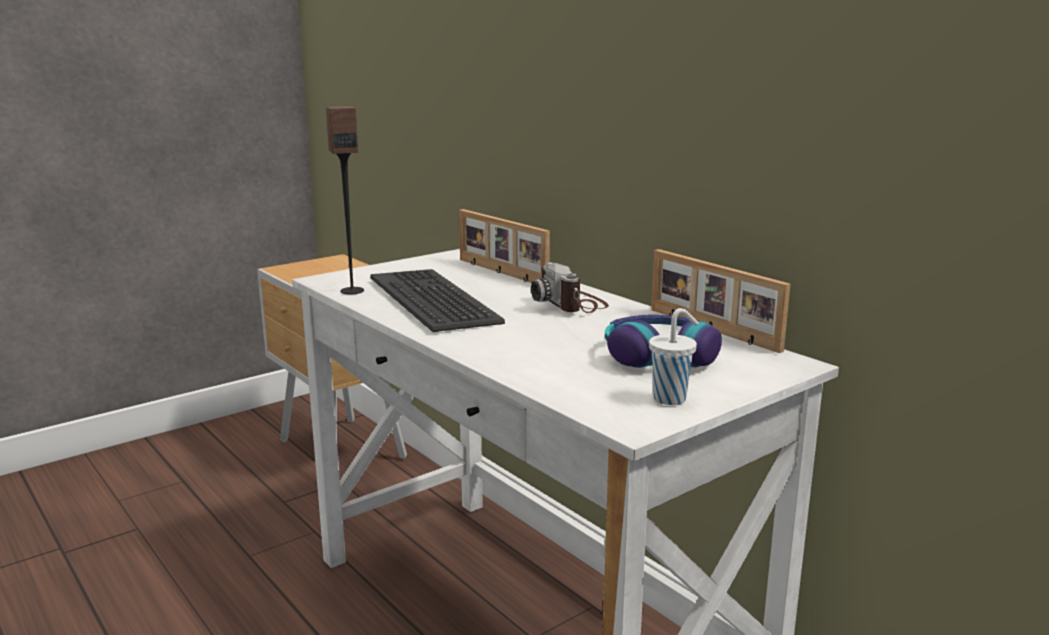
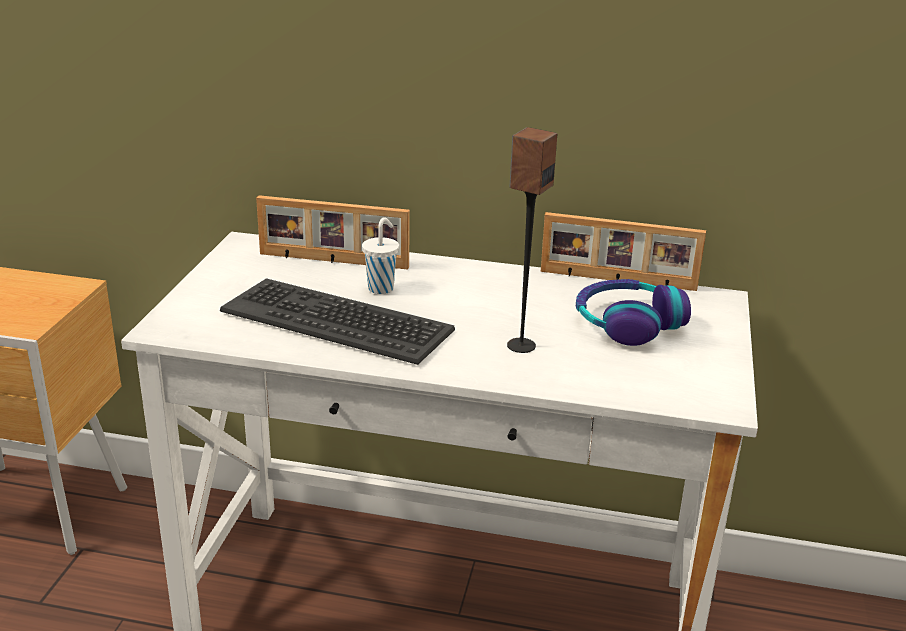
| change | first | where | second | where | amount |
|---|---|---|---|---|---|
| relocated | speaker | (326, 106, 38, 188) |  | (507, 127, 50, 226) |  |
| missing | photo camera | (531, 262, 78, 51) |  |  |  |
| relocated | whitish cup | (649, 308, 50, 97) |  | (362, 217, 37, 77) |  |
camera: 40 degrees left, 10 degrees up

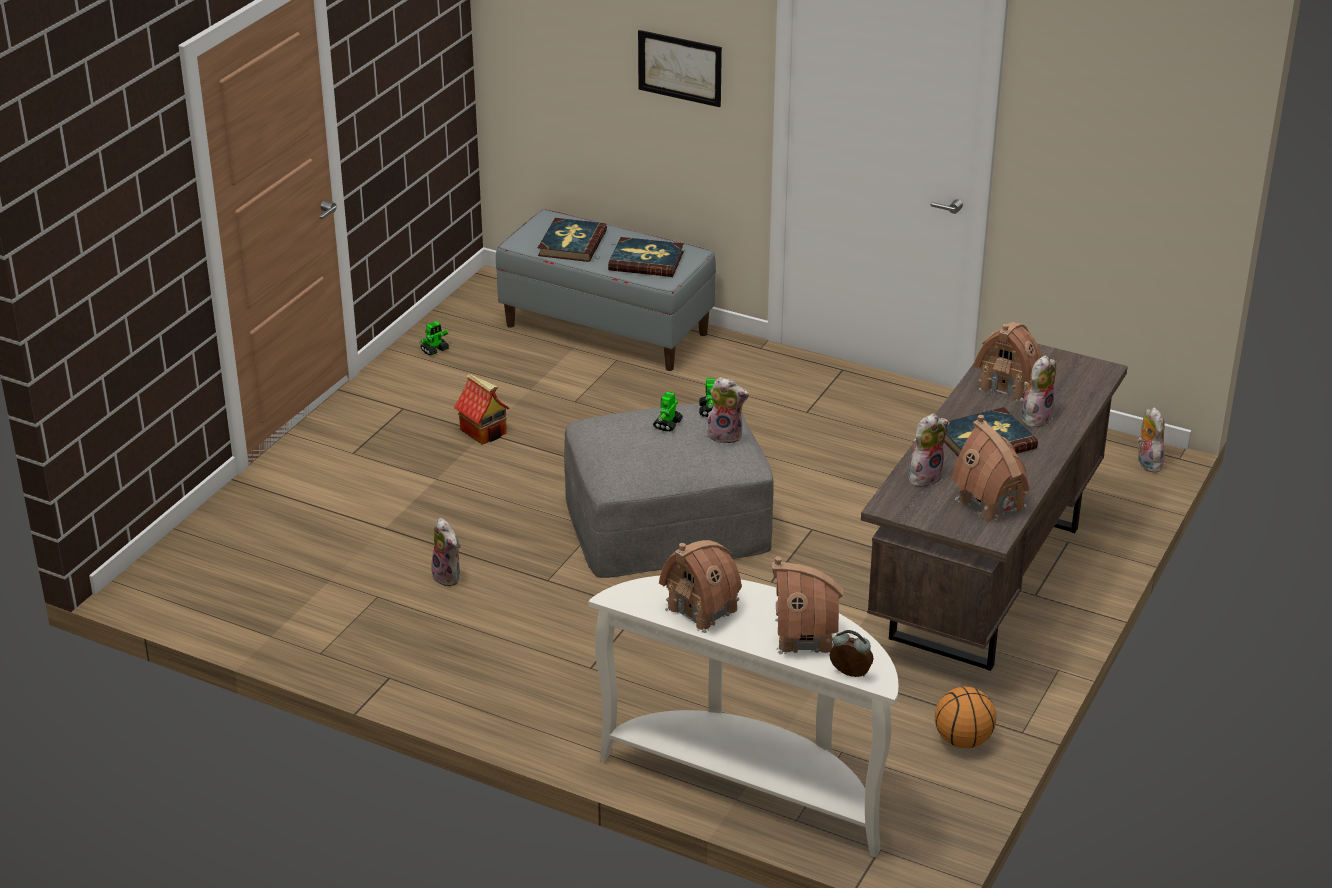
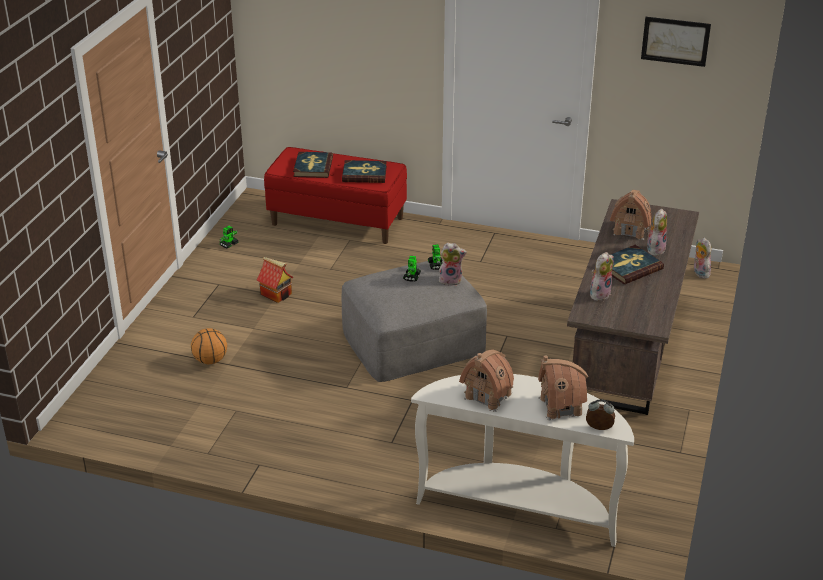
| change | first | where | second | where | amount |
|---|---|---|---|---|---|
| relocated | wall art | (638, 30, 84, 77) |  | (641, 17, 70, 50) |  |
| colour | greyish indoor bench | (496, 209, 220, 162) | red indoor bench | (264, 147, 143, 97) |  |
| missing | model house | (951, 415, 78, 108) |  |  |  |
| missing | cuddly toy | (431, 518, 30, 68) |  |  |  |
| relocated | basketball | (935, 687, 61, 61) |  | (191, 328, 36, 36) |  |
camera: 10 degrees left, 0 degrees up

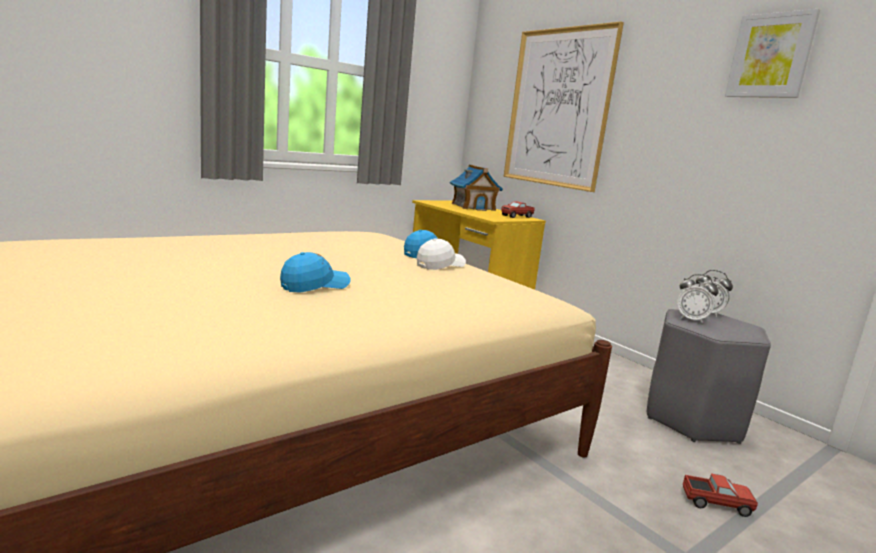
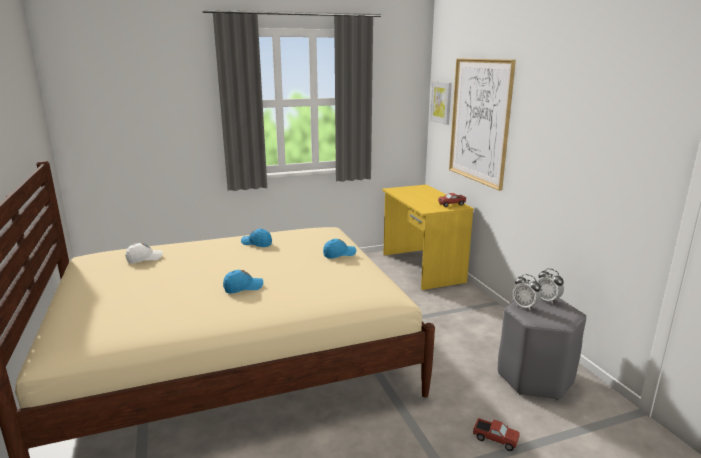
| change | first | where | second | where | amount |
|---|---|---|---|---|---|
| relocated | wall art | (725, 9, 95, 89) |  | (430, 81, 22, 44) |  |
| missing | model house | (450, 165, 53, 46) |  |  |  |
| relocated | whitish cap | (417, 238, 49, 32) |  | (125, 243, 37, 21) |  |
| appeared |  |  | blue-coloured cap | (241, 229, 31, 18) |  |
camera: 20 degrees right, 5 degrees up

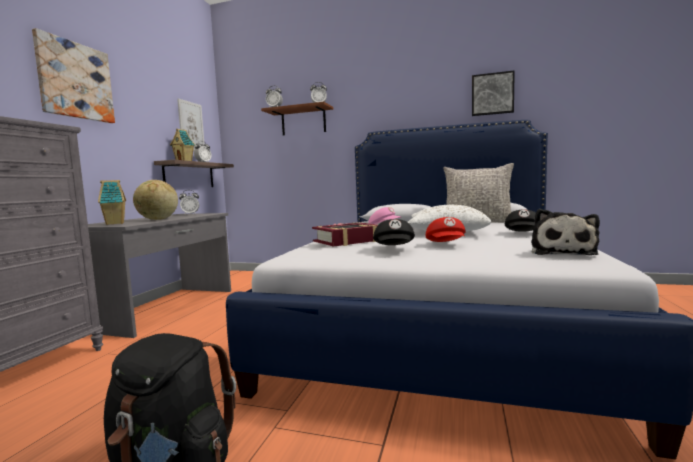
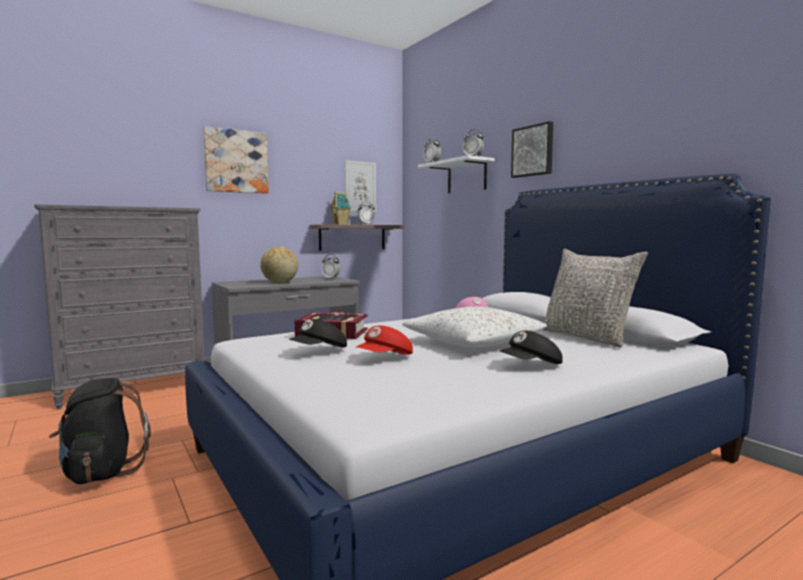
| change | first | where | second | where | amount |
|---|---|---|---|---|---|
| relocated | wall art | (472, 70, 43, 46) |  | (511, 121, 42, 57) |  |
| colour | brownish shelf | (261, 102, 72, 33) | whitish shelf | (418, 155, 77, 38) |  |
| missing | model house | (98, 180, 28, 45) |  |  |  |
| missing | cuddly toy | (531, 209, 69, 46) |  |  |  |
camera: 40 degrees right, 0 degrees up

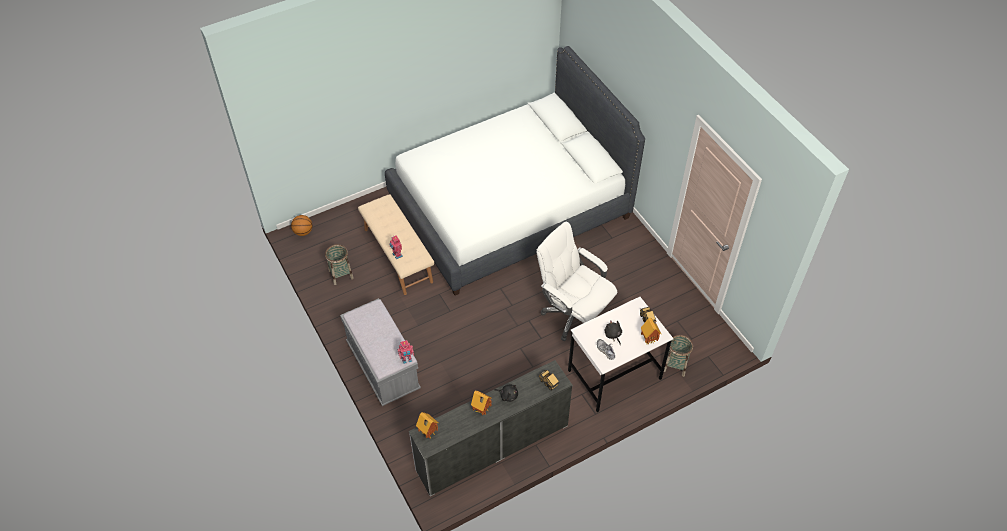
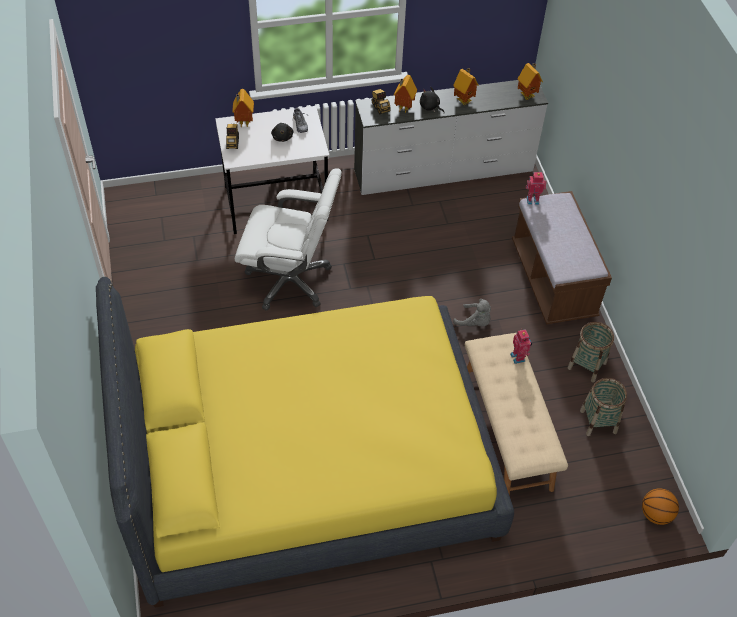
| change | first | where | second | where | amount |
|---|---|---|---|---|---|
| colour | whitish bedroom bed | (385, 46, 260, 250) | yellow bedroom bed | (96, 277, 418, 331) |  |
| spun | whitish computer chair | (536, 221, 81, 120) |  | (235, 168, 107, 143) | 45 degrees counterclockwise |
| colour | greyish indoor bench | (340, 298, 81, 108) | brownish indoor bench | (512, 191, 100, 133) |  |
| relocated | household basket | (664, 335, 29, 42) |  | (567, 322, 47, 61) |  |
| appeared |  |  | model house | (394, 75, 23, 38) |  |
| appeared |  |  | greyish cuddly toy | (453, 299, 38, 27) |  |
camera: 165 degrees left, 0 degrees up

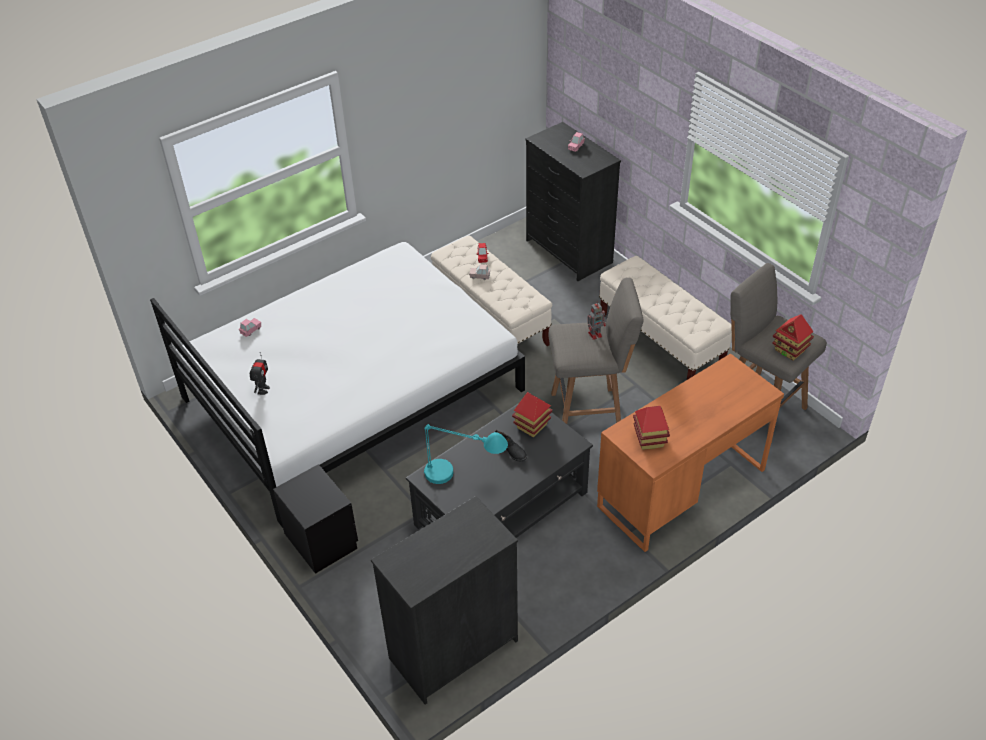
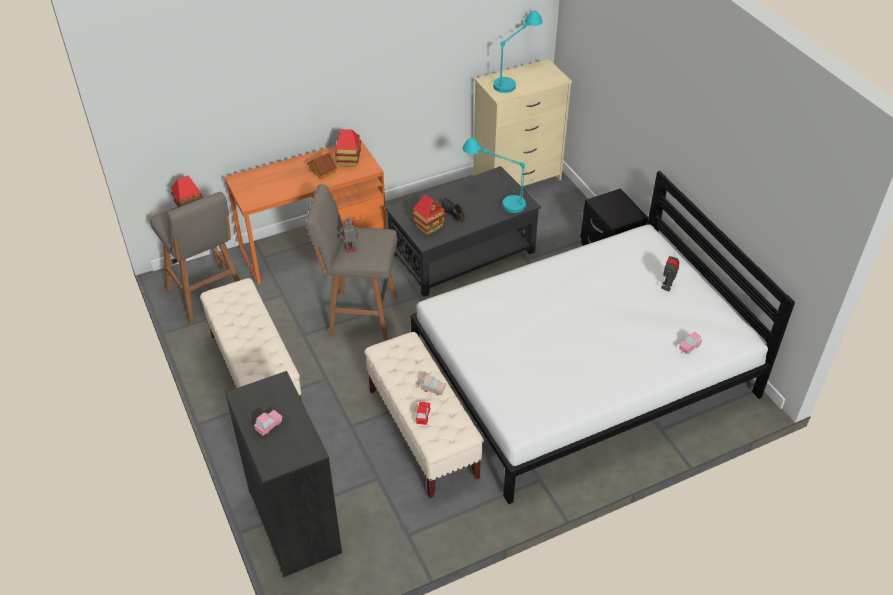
| change | first | where | second | where | amount |
|---|---|---|---|---|---|
| colour | black-coloured chest of drawers | (371, 496, 147, 209) | beige chest of drawers | (473, 59, 99, 127) |  |
| appeared |  |  | turquoise table lamp | (493, 10, 50, 83) |  |
| appeared |  |  | model house | (307, 152, 30, 28) |  |
camera: 170 degrees left, 0 degrees up

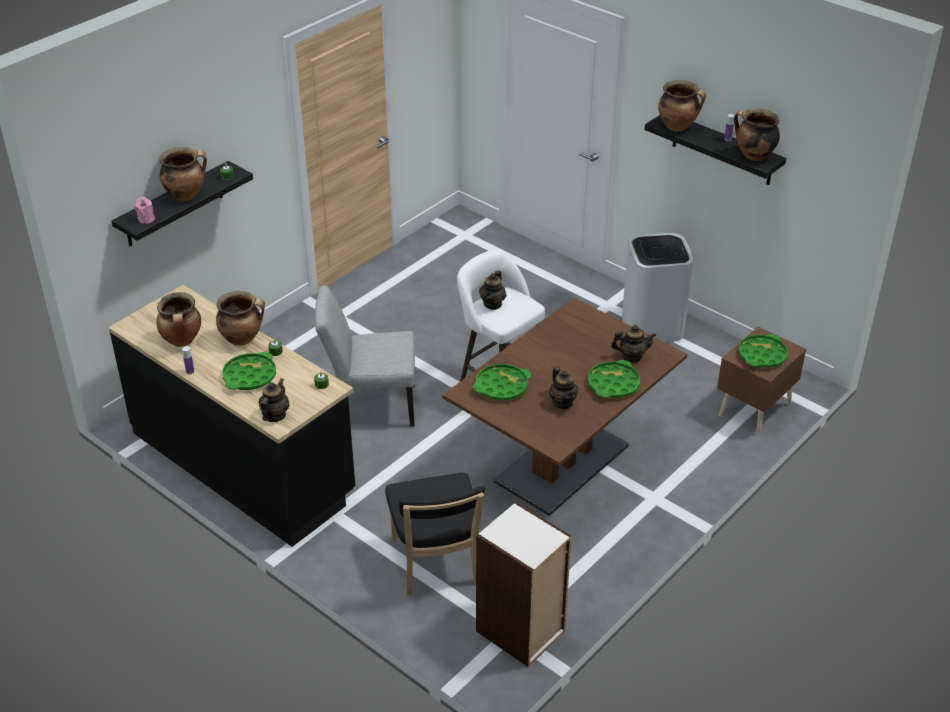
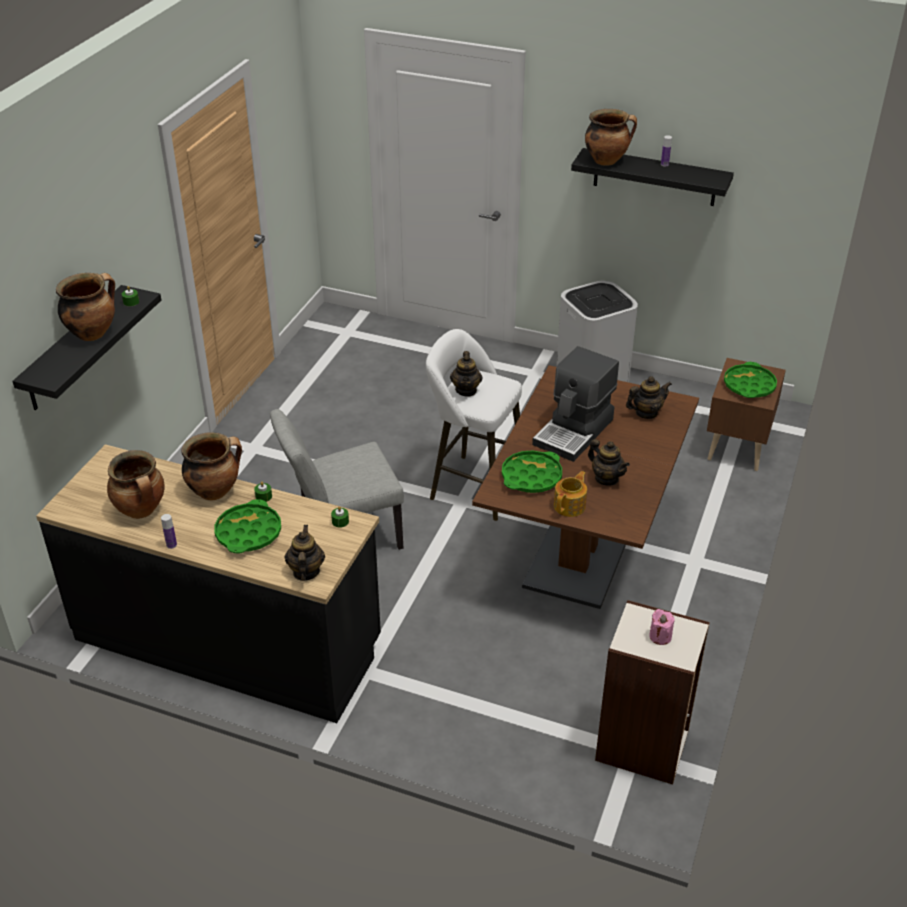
| change | first | where | second | where | amount |
|---|---|---|---|---|---|
| missing | saucepot | (734, 108, 46, 53) |  |  |  |
| relocated | pink-coloured candle | (134, 197, 21, 27) |  | (649, 609, 26, 36) |  |
| missing | green-coloured tray | (588, 360, 52, 38) |  |  |  |
| missing | black-coloured plain chair | (385, 473, 100, 122) |  |  |  |
| appeared |  |  | coffee maker | (532, 346, 87, 116) |  |
| appeared |  |  | tea pot | (554, 471, 33, 46) |  |
camera: 20 degrees left, 0 degrees up

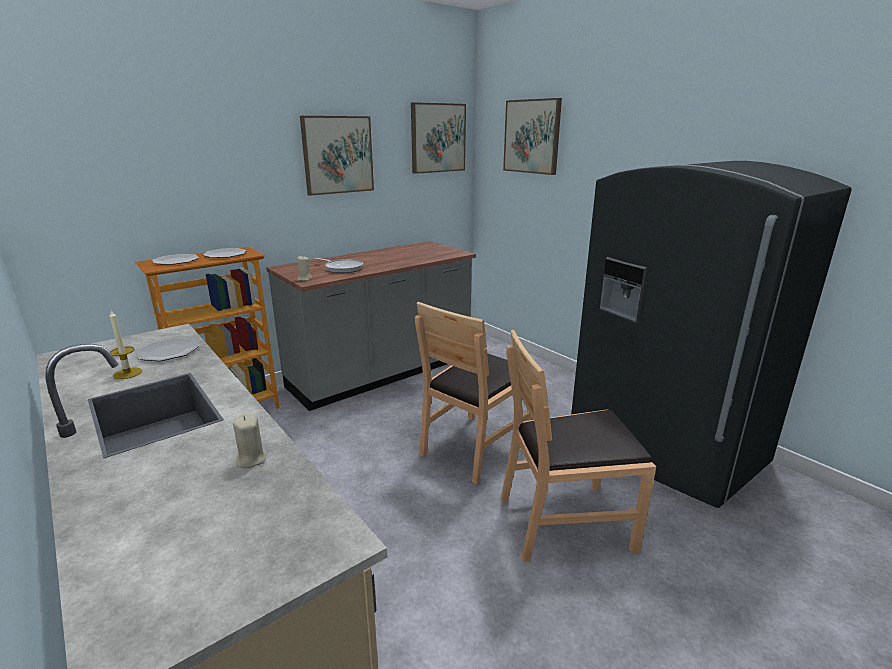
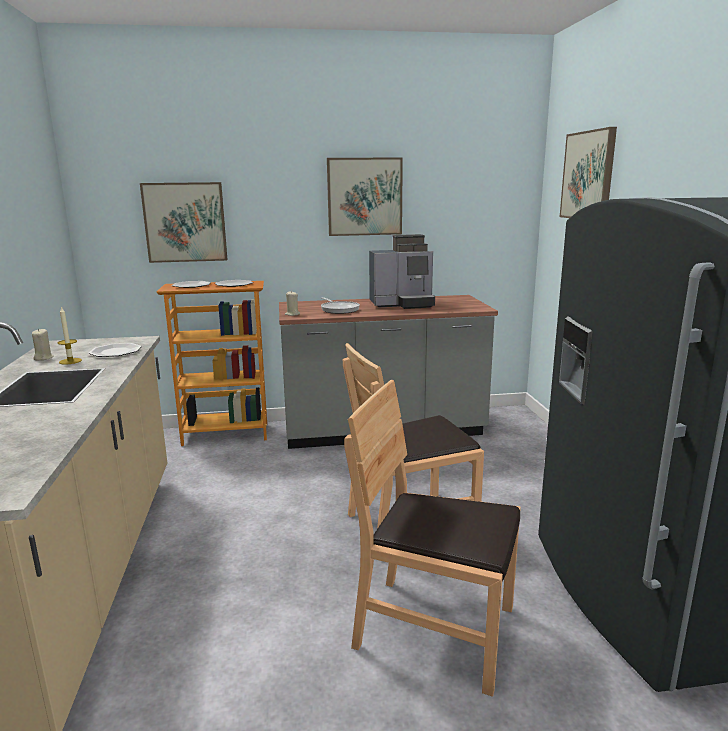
| change | first | where | second | where | amount |
|---|---|---|---|---|---|
| relocated | wall art | (411, 102, 55, 72) |  | (140, 182, 88, 81) |  |
| relocated | beige candle | (233, 413, 33, 55) |  | (32, 329, 22, 32) |  |
| appeared |  |  | coffee maker | (369, 234, 66, 75) |  |
camera: 30 degrees right, 5 degrees down

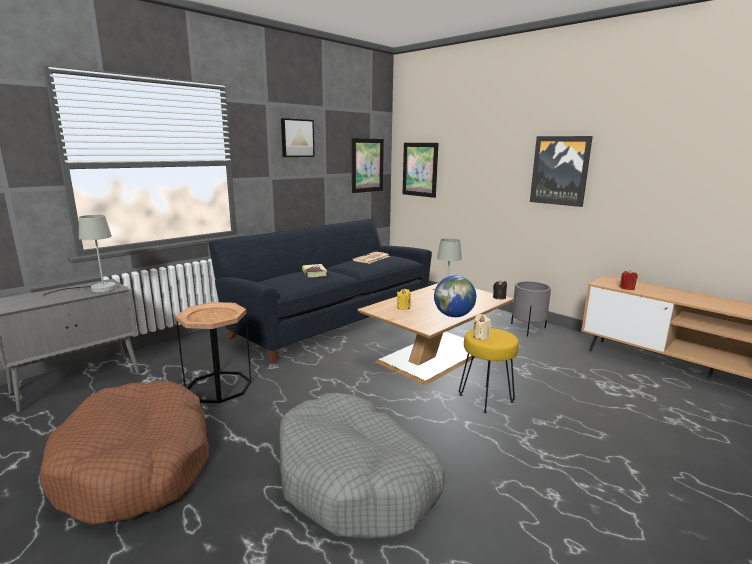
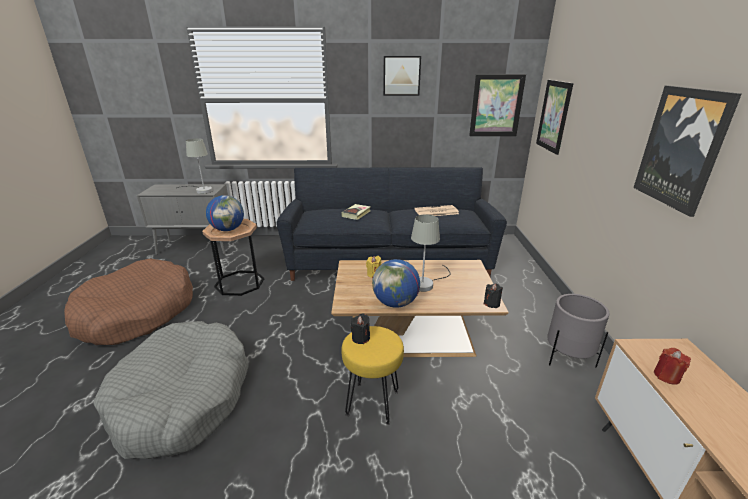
| change | first | where | second | where | amount |
|---|---|---|---|---|---|
| colour | beige candle | (473, 314, 18, 26) | black-coloured candle | (350, 314, 20, 30) |  |
| appeared |  |  | globe | (206, 195, 38, 36) |  |
camera: 45 degrees right, 10 degrees up

